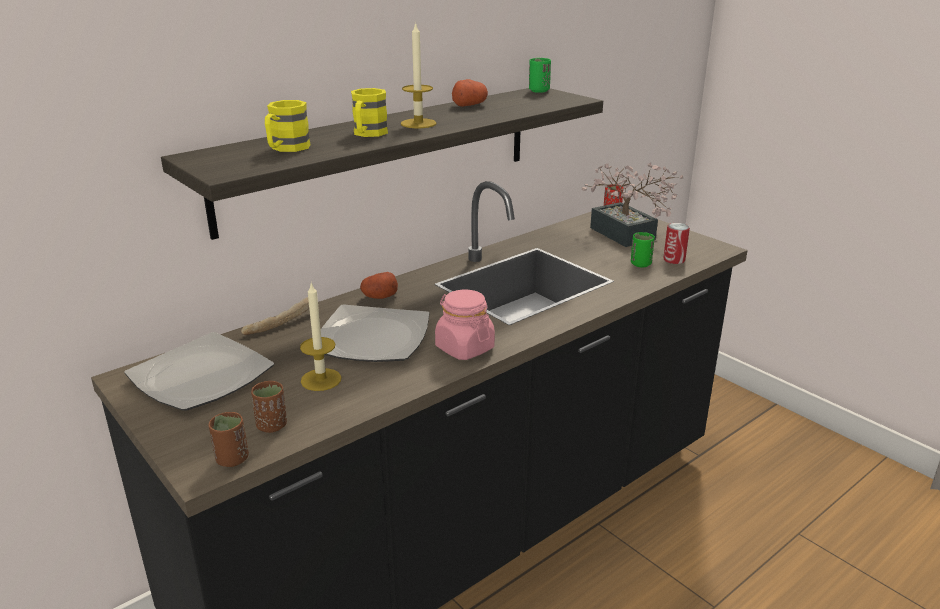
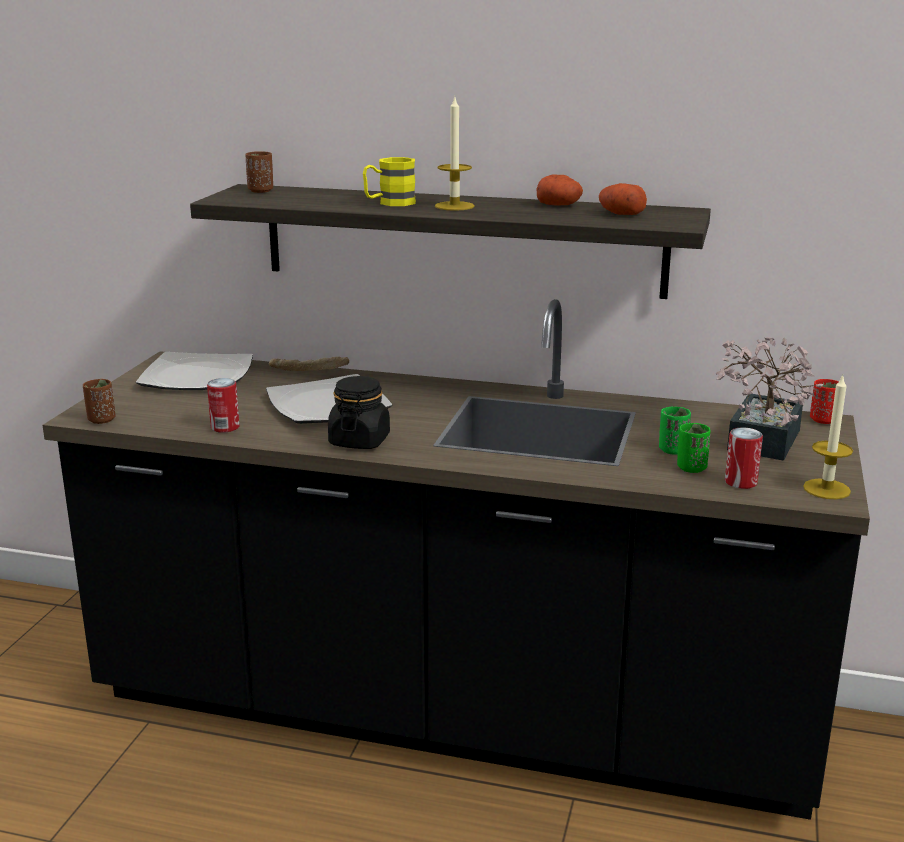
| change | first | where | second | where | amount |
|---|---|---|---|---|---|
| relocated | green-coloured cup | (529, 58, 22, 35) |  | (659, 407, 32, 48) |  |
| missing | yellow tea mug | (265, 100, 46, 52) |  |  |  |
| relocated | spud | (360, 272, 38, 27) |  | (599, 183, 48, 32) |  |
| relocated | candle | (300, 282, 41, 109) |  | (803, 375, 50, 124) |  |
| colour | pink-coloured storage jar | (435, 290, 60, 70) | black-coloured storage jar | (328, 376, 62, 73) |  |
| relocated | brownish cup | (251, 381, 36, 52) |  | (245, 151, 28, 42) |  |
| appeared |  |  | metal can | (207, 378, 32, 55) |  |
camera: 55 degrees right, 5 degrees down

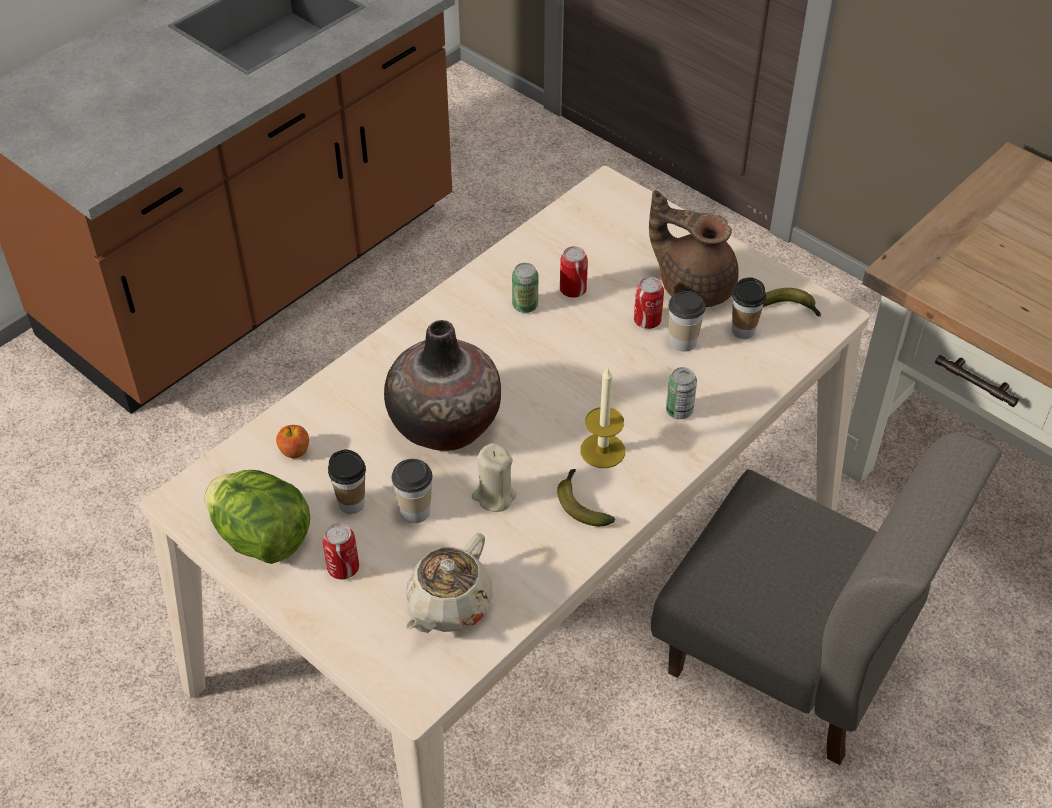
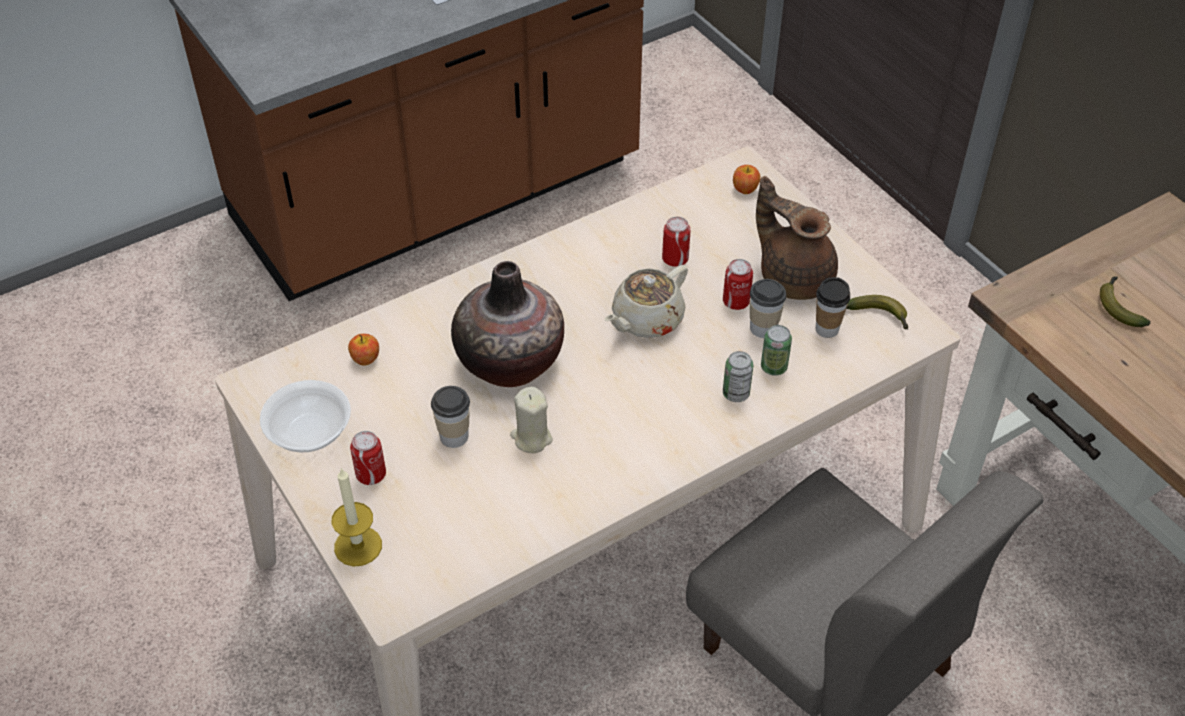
| change | first | where | second | where | amount |
|---|---|---|---|---|---|
| relocated | metal can | (512, 263, 26, 50) |  | (761, 325, 31, 51) |  |
| relocated | candle | (581, 368, 44, 100) |  | (332, 468, 50, 99) |  |
| missing | cup | (328, 449, 38, 65) |  |  |  |
| relocated | banana | (557, 469, 58, 57) |  | (1100, 277, 50, 50) |  |
| exchanged | lettuce head | (205, 470, 105, 94) | serving bowl | (260, 380, 91, 72) |  |
| relocated | beige tea pot | (406, 533, 87, 100) |  | (605, 265, 83, 73) |  |
| appeared |  |  | apple | (733, 165, 27, 29) |  |
camera: 15 degrees right, 0 degrees up

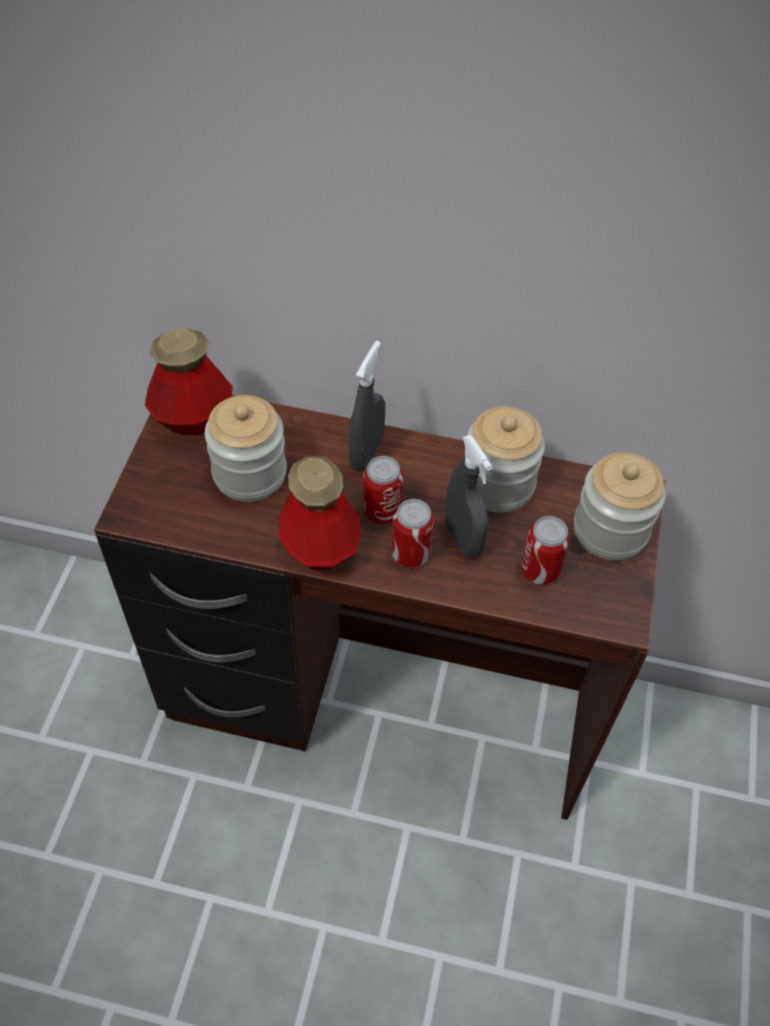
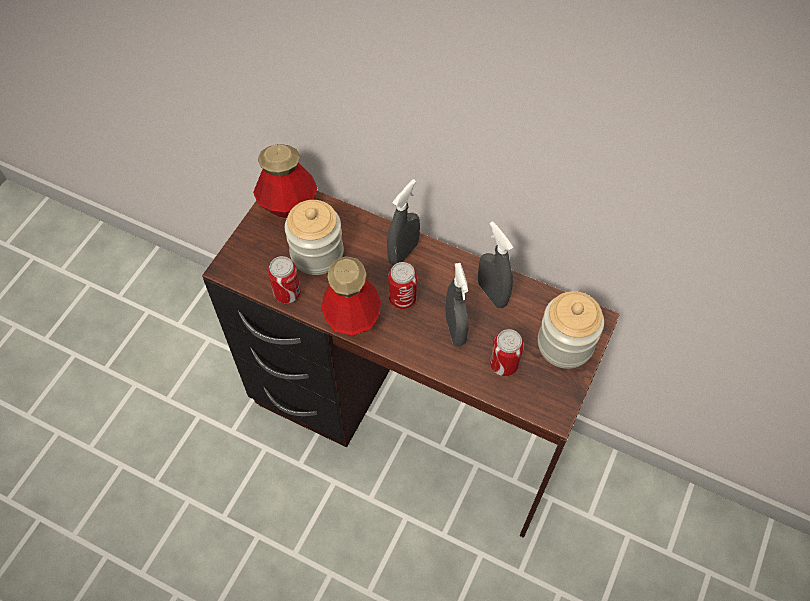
| change | first | where | second | where | amount |
|---|---|---|---|---|---|
| exchanged | storage jar | (465, 406, 80, 107) | greyish spray bottle | (478, 221, 35, 87) |  |
| relocated | metal can | (392, 499, 42, 69) |  | (268, 256, 33, 47) |  |
camera: 15 degrees right, 5 degrees up

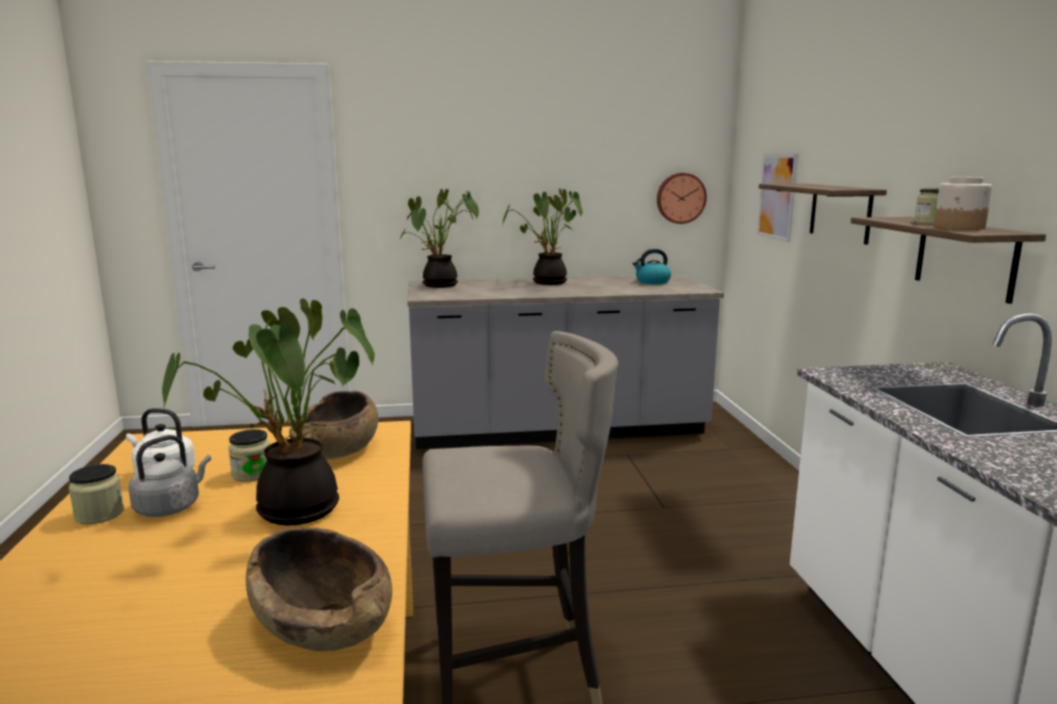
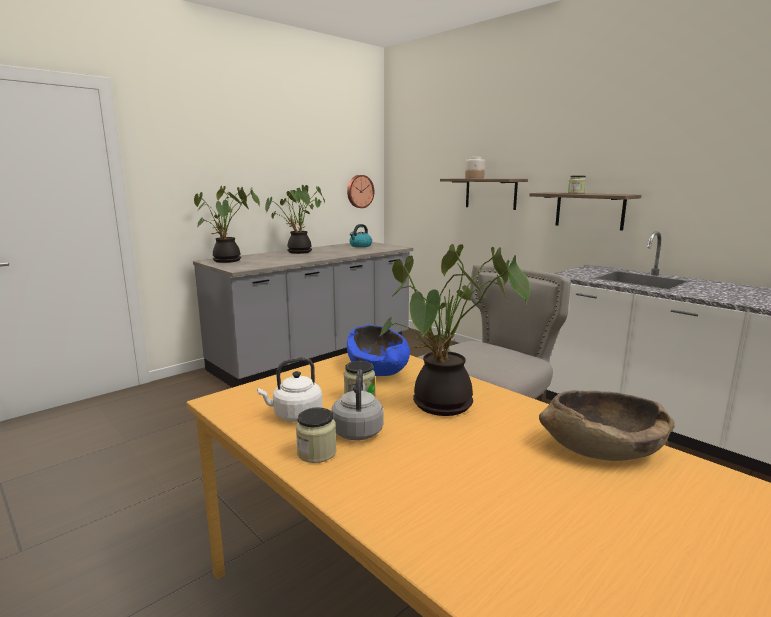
| change | first | where | second | where | amount |
|---|---|---|---|---|---|
| missing | wall art | (757, 154, 41, 88) |  |  |  |
| relocated | storage jar | (934, 177, 58, 53) |  | (465, 157, 20, 22) |  |
| colour | brownish serving bowl | (289, 391, 90, 69) | blue-coloured serving bowl | (347, 325, 63, 51) |  |
camera: 35 degrees left, 0 degrees up

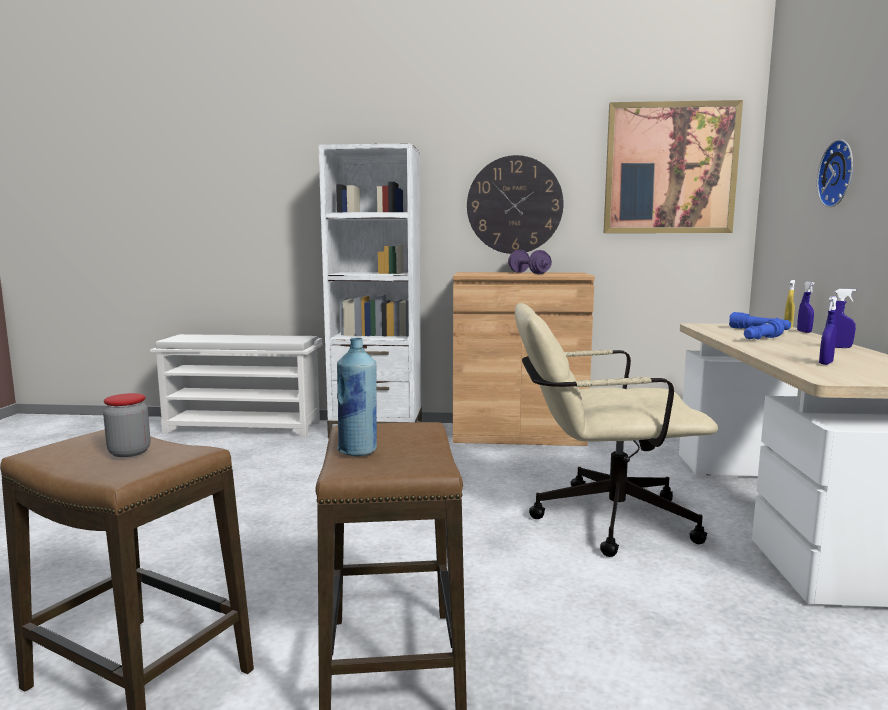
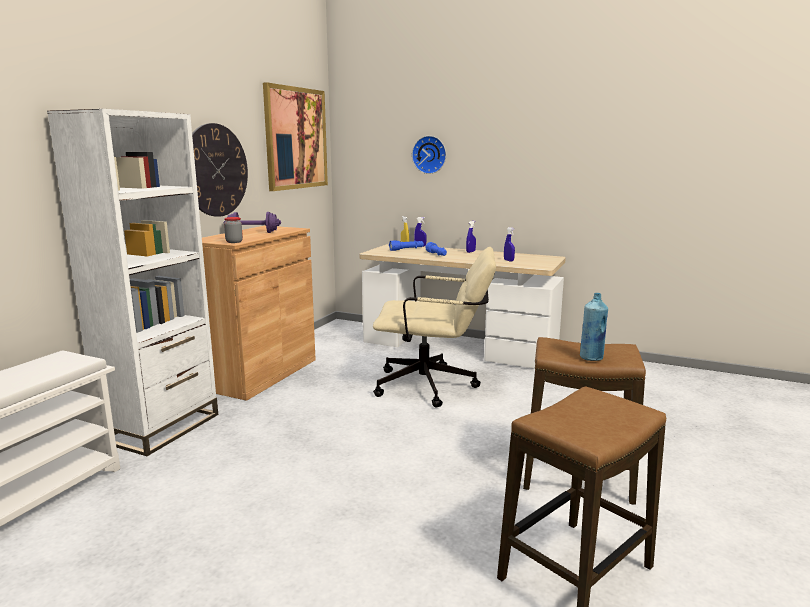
| change | first | where | second | where | amount |
|---|---|---|---|---|---|
| spun | beige computer chair | (515, 303, 203, 254) |  | (373, 247, 123, 160) | 105 degrees counterclockwise |
| relocated | storage jar | (103, 393, 47, 64) |  | (224, 217, 19, 26) |  |
camera: 70 degrees left, 5 degrees up

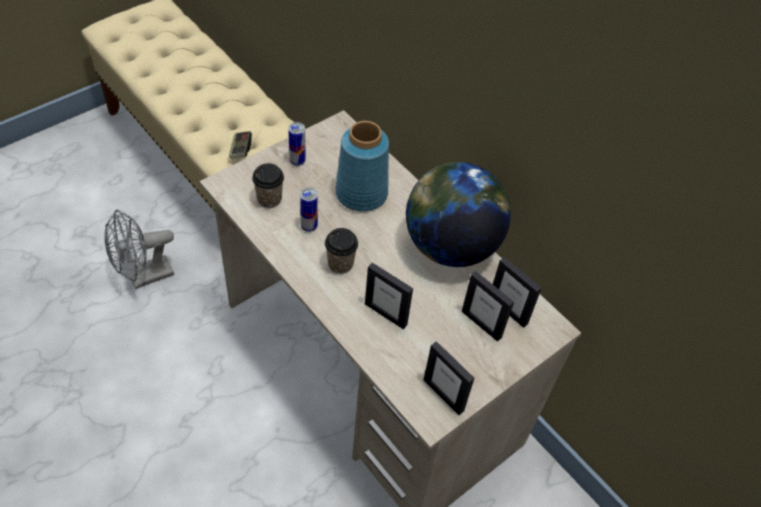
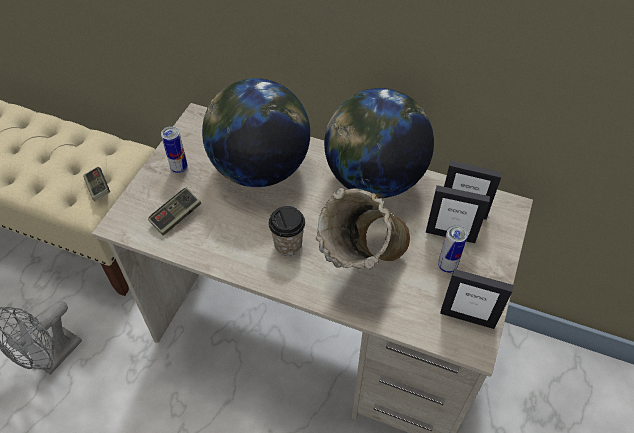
| change | first | where | second | where | amount |
|---|---|---|---|---|---|
| exchanged | blue-coloured flower vase | (335, 121, 54, 91) | globe | (202, 78, 108, 109) |  |
| exchanged | cup | (252, 163, 32, 45) | gamepad | (148, 187, 53, 49) |  |
| relocated | metal can | (300, 187, 18, 45) |  | (438, 225, 30, 48) |  |
| exchanged | photo frame | (365, 263, 48, 66) | beige flower vase | (316, 187, 94, 82) |  |
camera: 25 degrees left, 0 degrees up

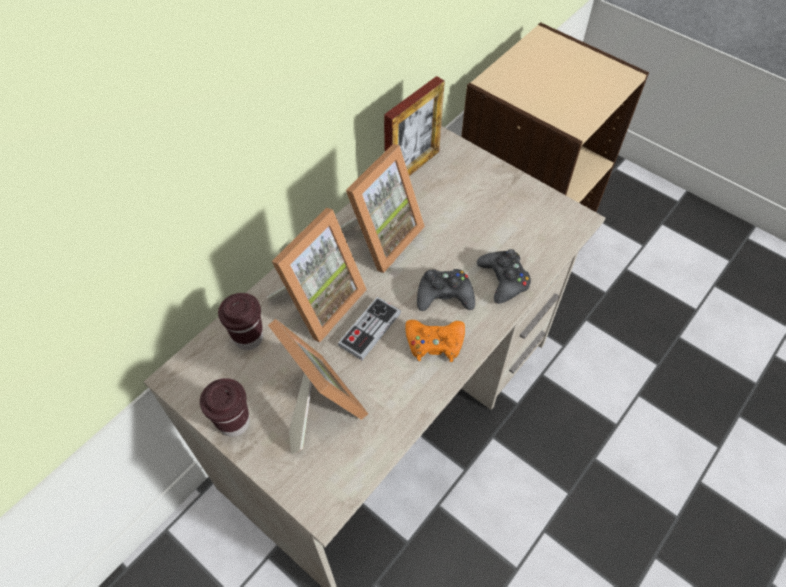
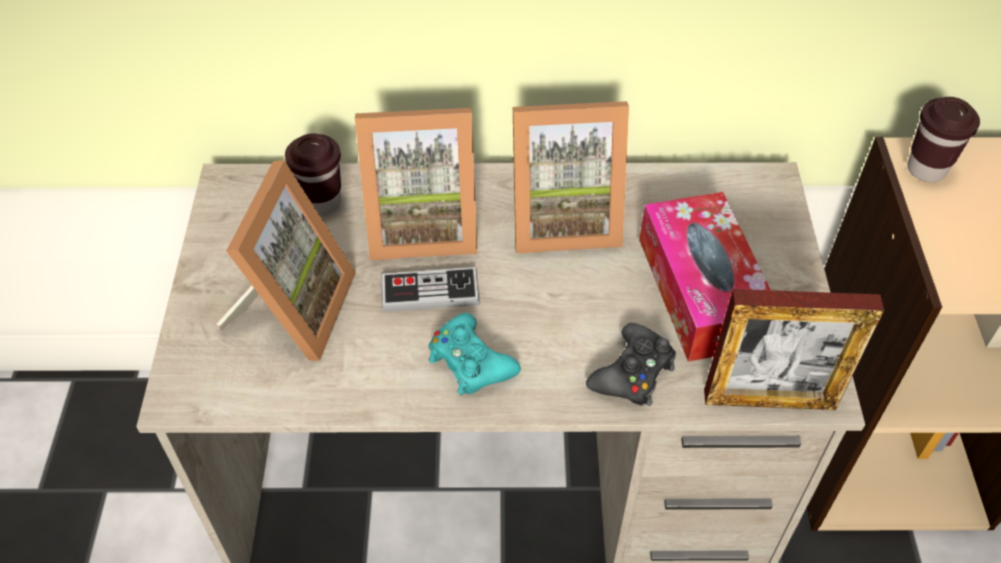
| change | first | where | second | where | amount |
|---|---|---|---|---|---|
| relocated | photo frame | (384, 76, 61, 100) |  | (704, 289, 180, 121) |  |
| missing | black-coloured gamepad | (417, 269, 58, 42) |  |  |  |
| colour | orange gamepad | (405, 320, 60, 42) | turquoise gamepad | (428, 313, 93, 82) |  |
| relocated | brownish cup | (200, 378, 50, 59) |  | (907, 97, 73, 85) |  |
| appeared |  |  | tissue box | (639, 192, 132, 170) |  |
camera: 50 degrees right, 5 degrees down

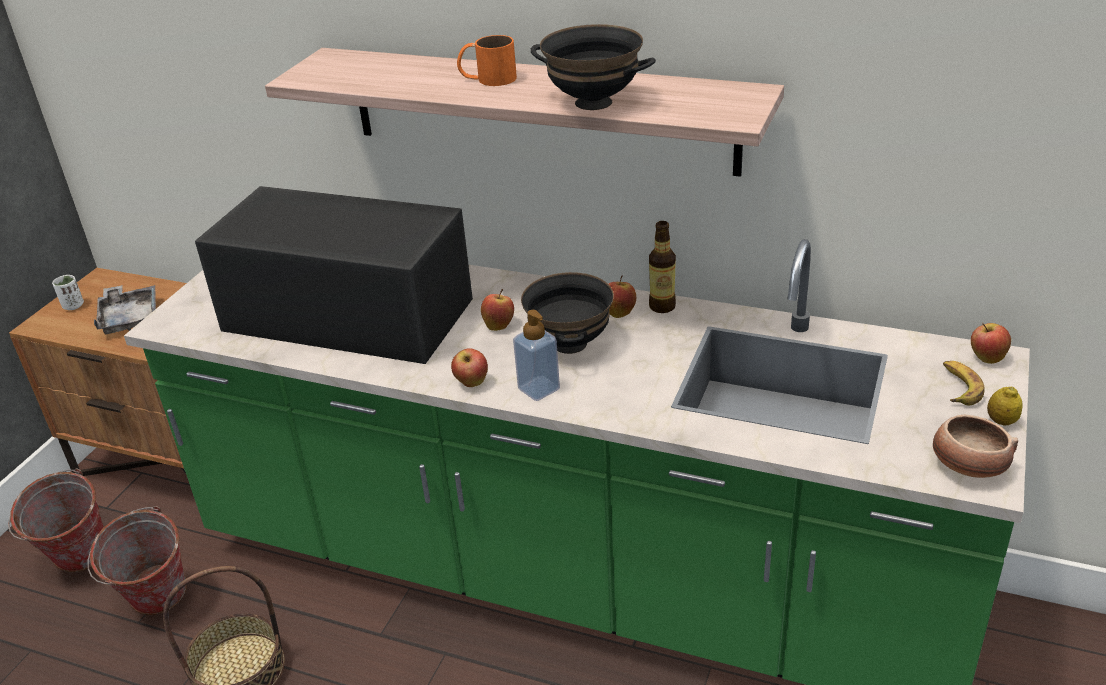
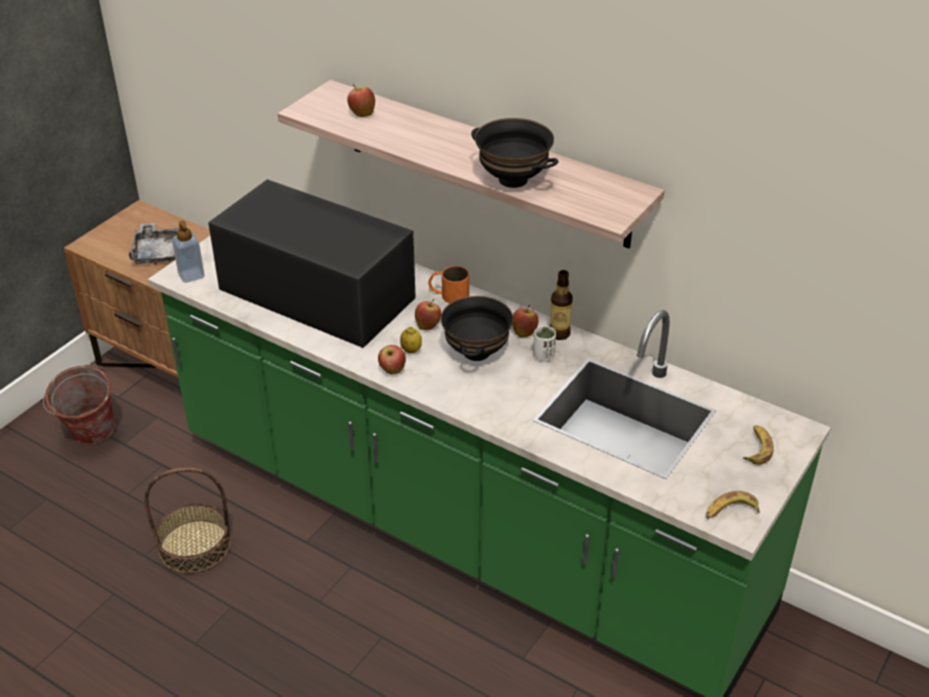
| change | first | where | second | where | amount |
|---|---|---|---|---|---|
| relocated | orange tea mug | (457, 35, 60, 51) |  | (428, 266, 41, 37) |  |
| relocated | whitish cup | (52, 275, 32, 35) |  | (534, 326, 22, 36) |  |
| relocated | liquid soap bottle | (513, 310, 47, 91) |  | (172, 221, 33, 62) |  |
| relocated | apple | (971, 323, 40, 41) |  | (347, 84, 28, 33) |  |
| relocated | whole lemon | (987, 387, 36, 39) |  | (400, 327, 22, 26) |  |
| exchanged | serving bowl | (933, 414, 85, 64) | banana | (706, 491, 54, 28) |  |
| missing | water bucket | (87, 506, 100, 109) |  |  |  |
camera: 10 degrees right, 5 degrees up

